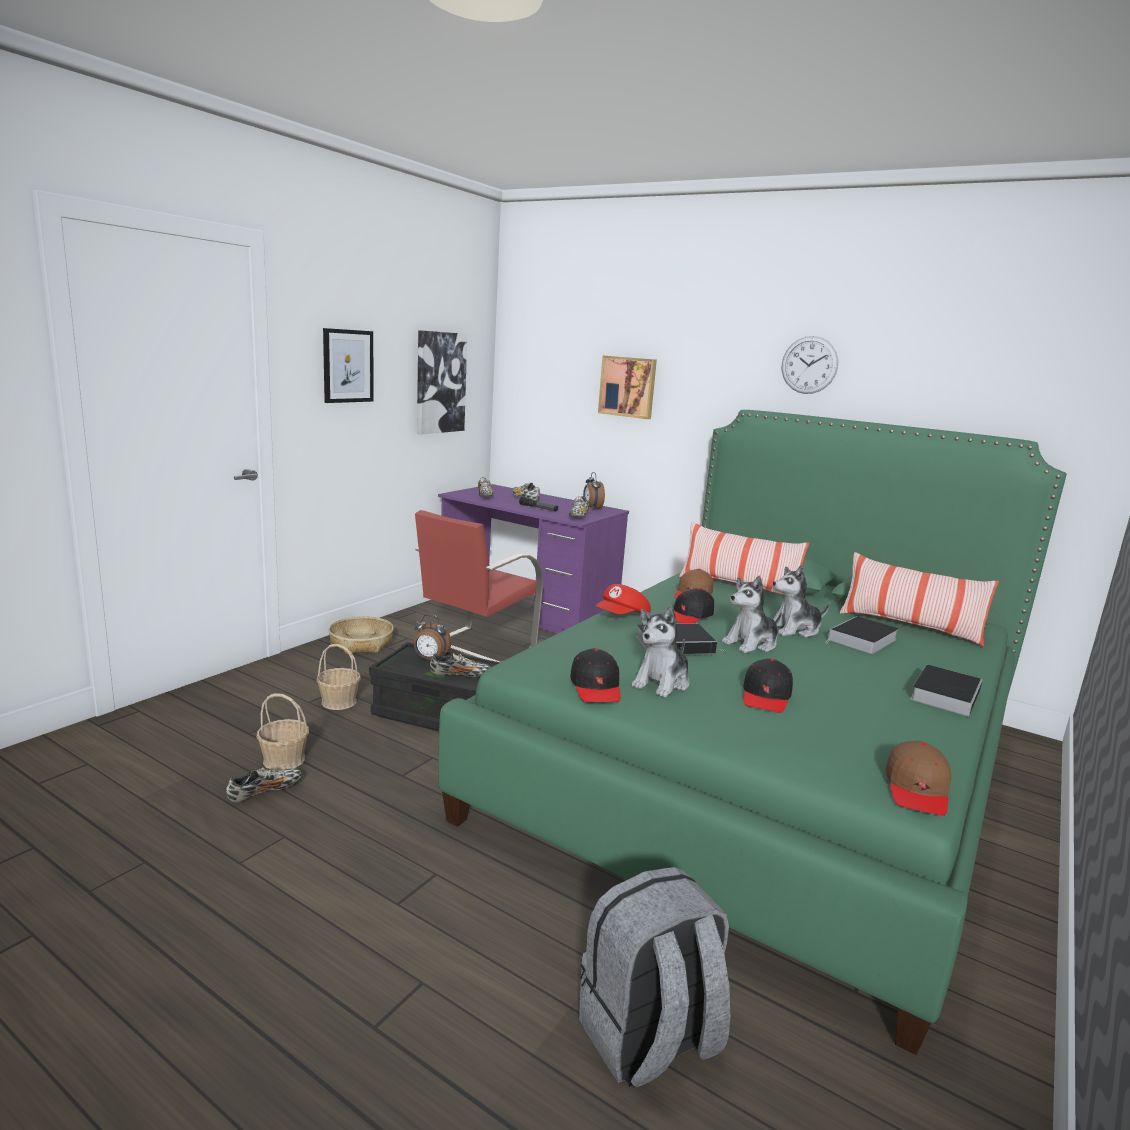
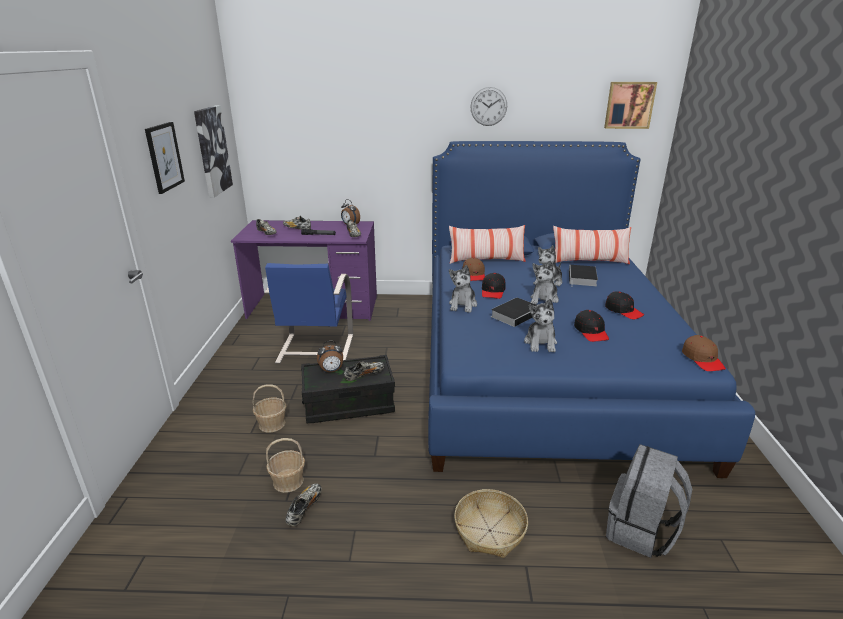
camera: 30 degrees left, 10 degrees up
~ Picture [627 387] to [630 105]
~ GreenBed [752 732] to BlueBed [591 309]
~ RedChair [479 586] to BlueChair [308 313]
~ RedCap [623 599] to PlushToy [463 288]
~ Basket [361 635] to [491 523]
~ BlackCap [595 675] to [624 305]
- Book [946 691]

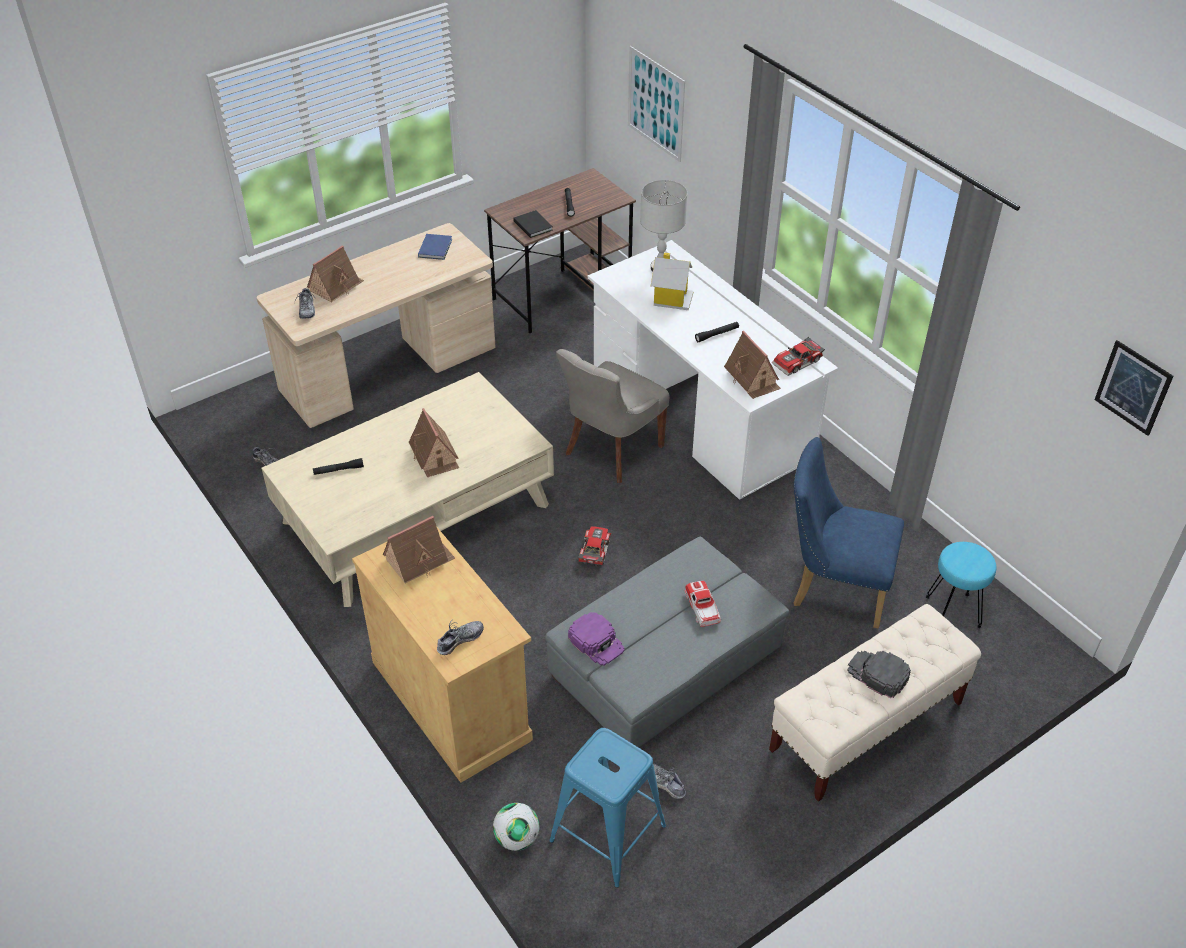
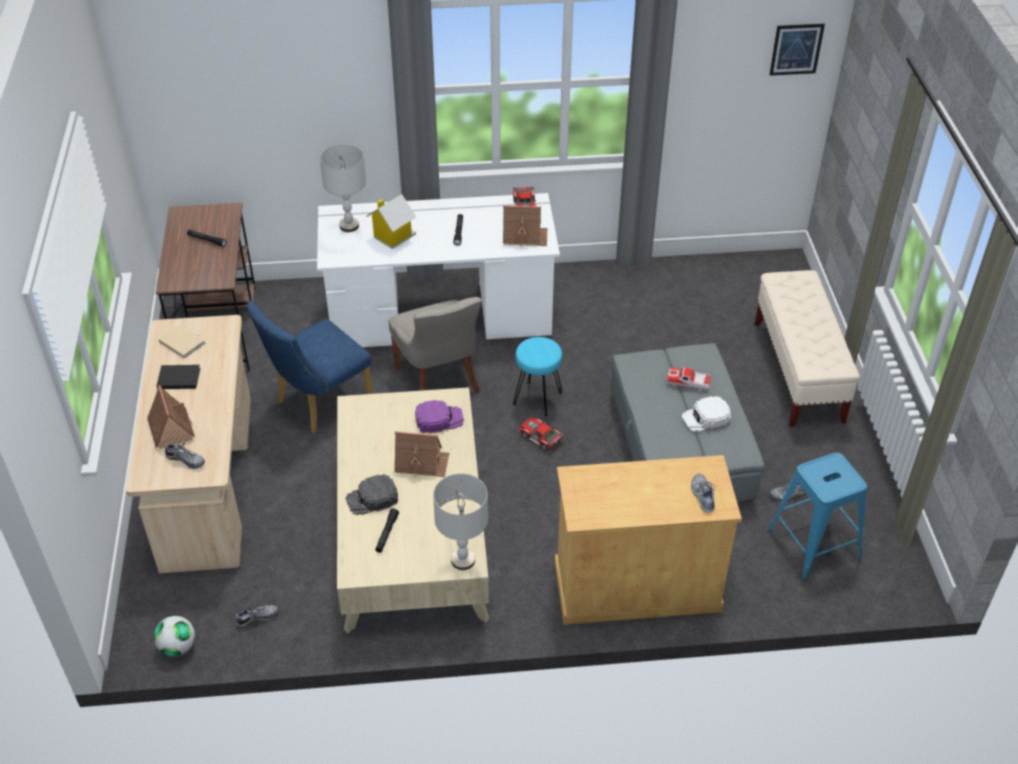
camera: 60 degrees left, 0 degrees up
- Picture [656 104]
~ BlackBook [533 224] to [178 377]
~ BlueBook [435 247] to BeigeBook [182 341]
~ BlueChair [849 533] to [310 367]
- ToyHouse [419 550]
~ TurquoiseStool [961 585] to [537 376]
~ PurpleCap [596 639] to [439 416]
~ BlackCap [879 674] to [371 494]
~ Football [516 827] to [174 636]
+ WhiteCap [706 414]
+ GreyTableLamp [460 521]

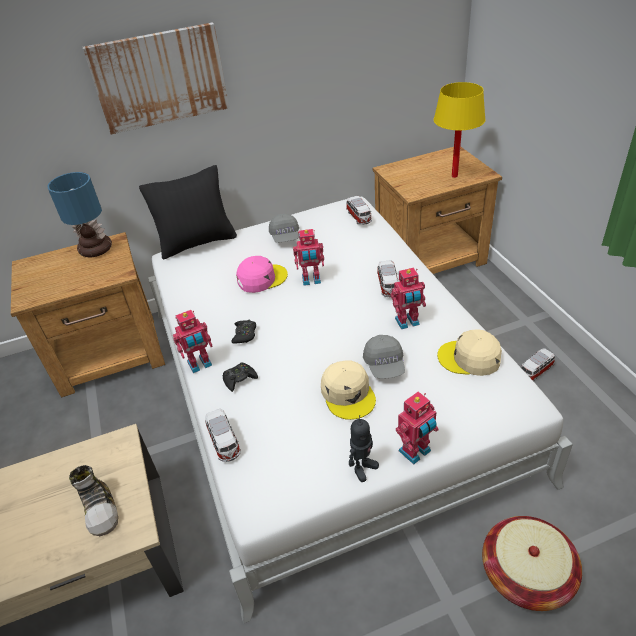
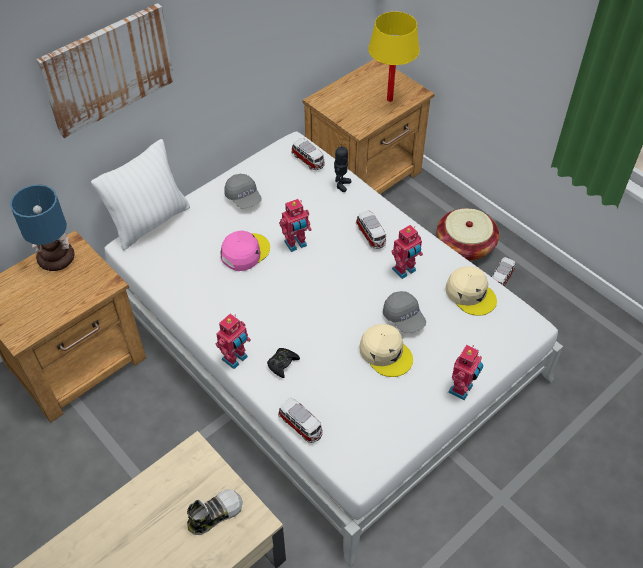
camera: 25 degrees left, 10 degrees up
~ BlackPillow [188 212] to WhitePillow [140 195]
- BlackGameController [243 331]
~ BeigeCap [469 352] = [471 291] 120 degrees counterclockwise
~ ToyRobot [364 448] to [342 169]
~ Shoe [93 500] = [215 512] 75 degrees counterclockwise
~ Basket [532 563] to [468 234]

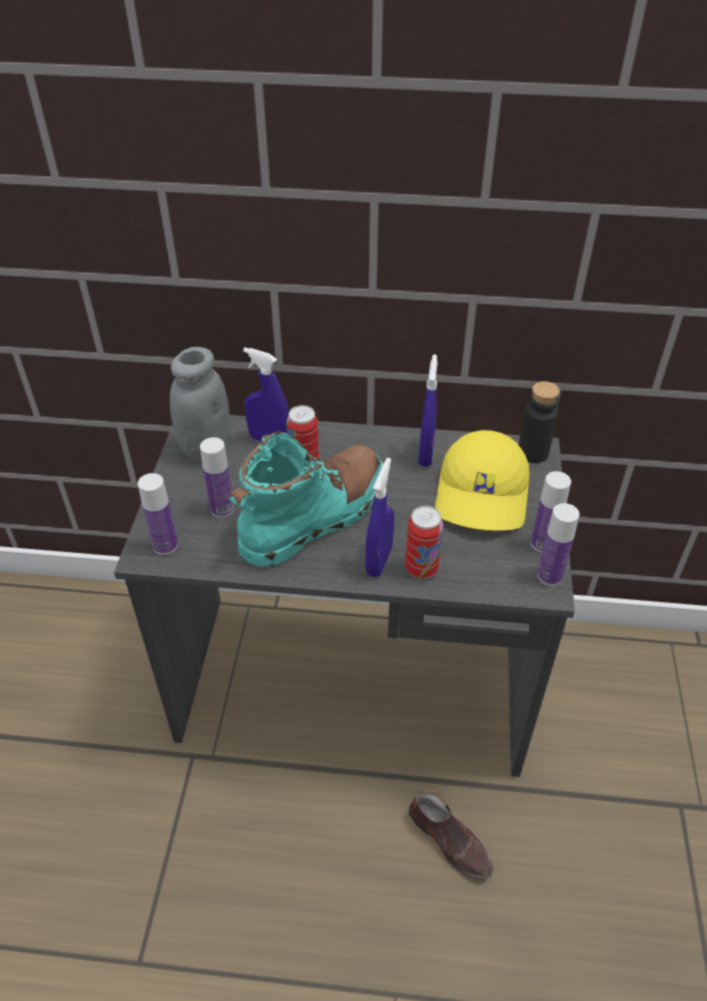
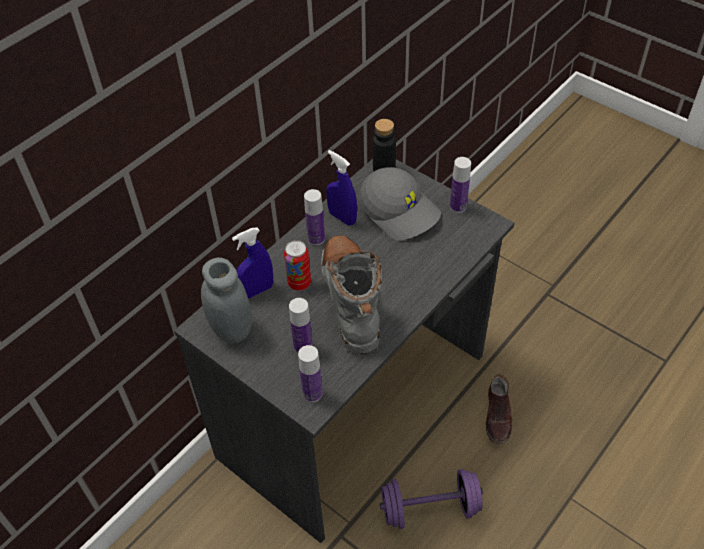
camera: 55 degrees left, 5 degrees up
~ YellowCap [482 480] to GreyCap [400 204]
~ TurquoiseBoot [305 499] to GreyBoot [351 295]
- BlueSprayBottle [379 517]
~ Bottle [558 544] to [314 217]
- Can [424 542]
~ BrownShoe [451 835] = [499 409] 105 degrees clockwise
+ PurpleDumbbell [431 499]

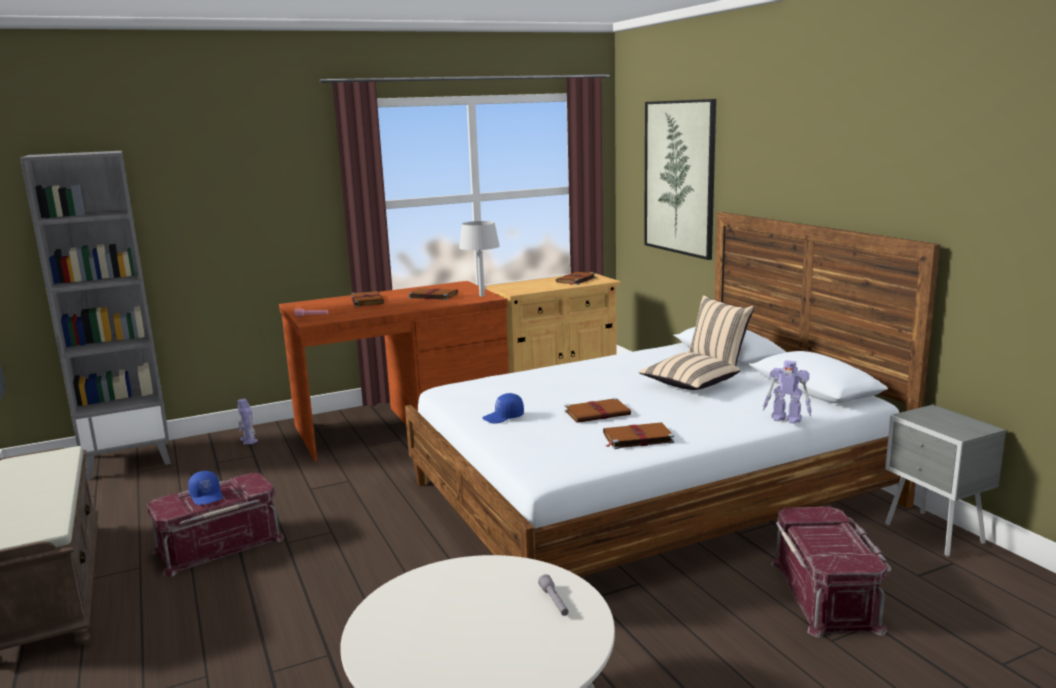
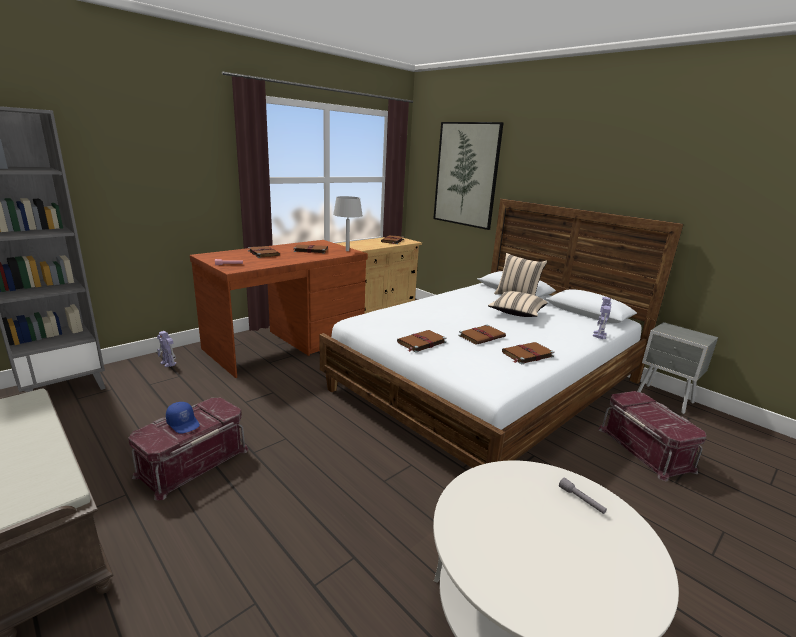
camera: 20 degrees left, 5 degrees up
~ ToyRobot [787 392] = [602 318] 105 degrees clockwise
~ BlueCap [503 408] to BrownBook [422 341]

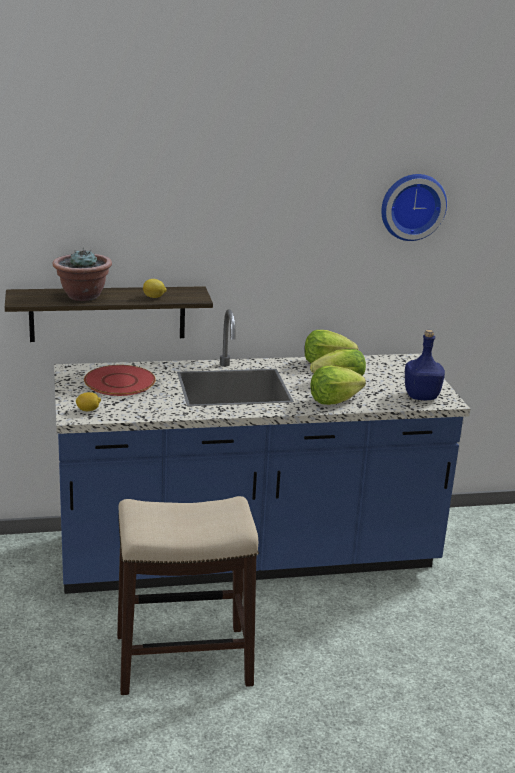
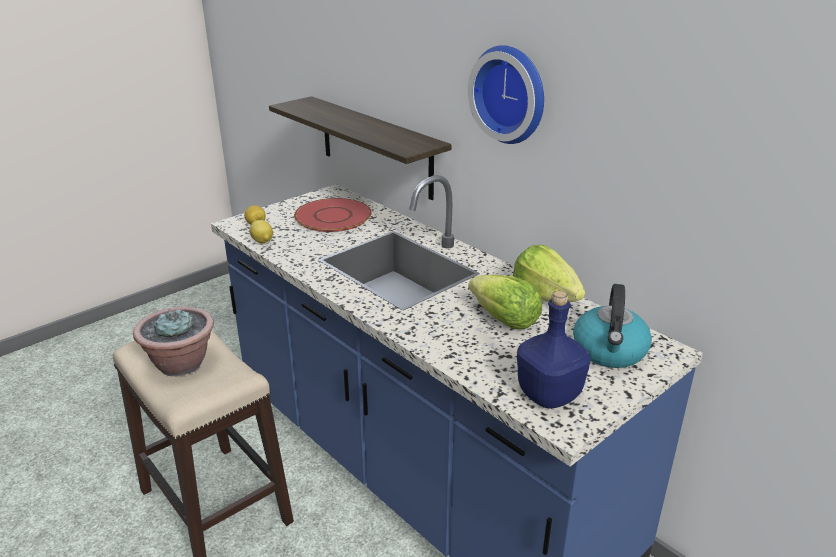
camera: 60 degrees right, 5 degrees up
~ WallClock [414 207] to [506 94]
~ PottedPlant [82 274] to [173 341]
~ Lemon [155 288] to [261 231]
- Lettuce [338 385]
+ Kettle [612 326]

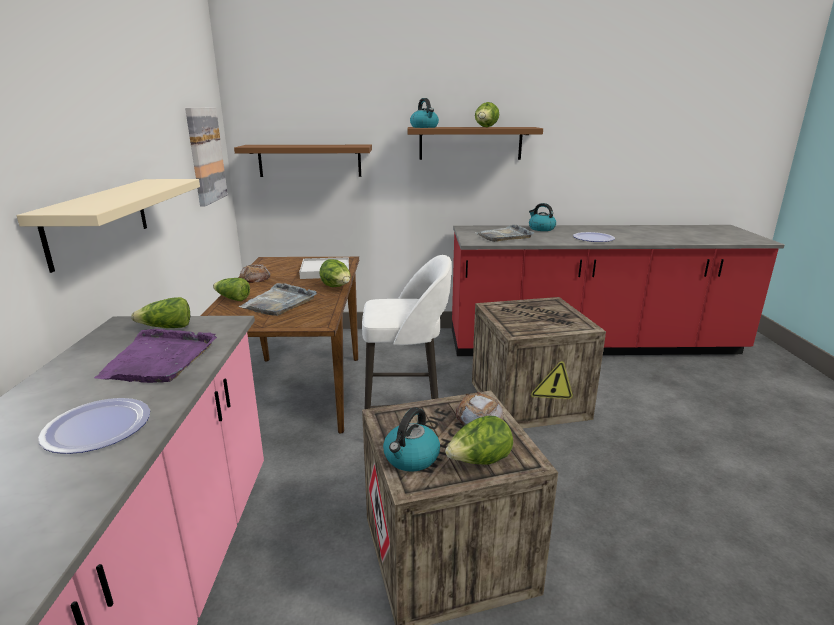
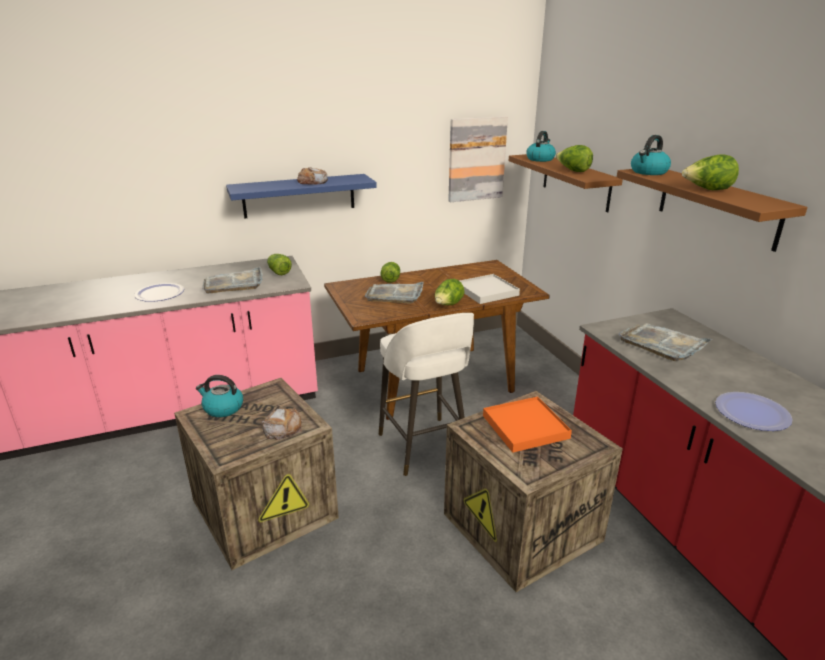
camera: 70 degrees right, 5 degrees up
~ BeigeShelf [108 226] to BlueShelf [301 196]
~ Kettle [542 217] to [541 146]
~ Bread [255 273] to [312 176]
~ PurpleTray [155 356] to GreyTray [232 279]
~ Lettuce [479 440] to [574 158]
+ OrangeTray [527 424]

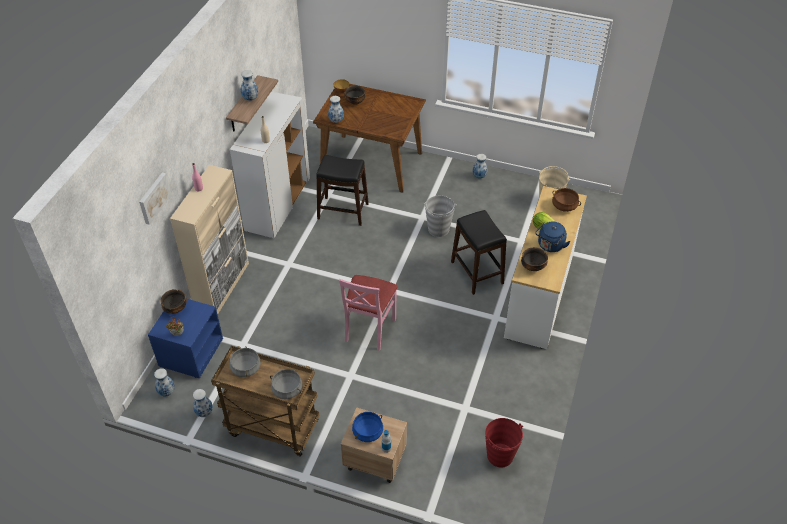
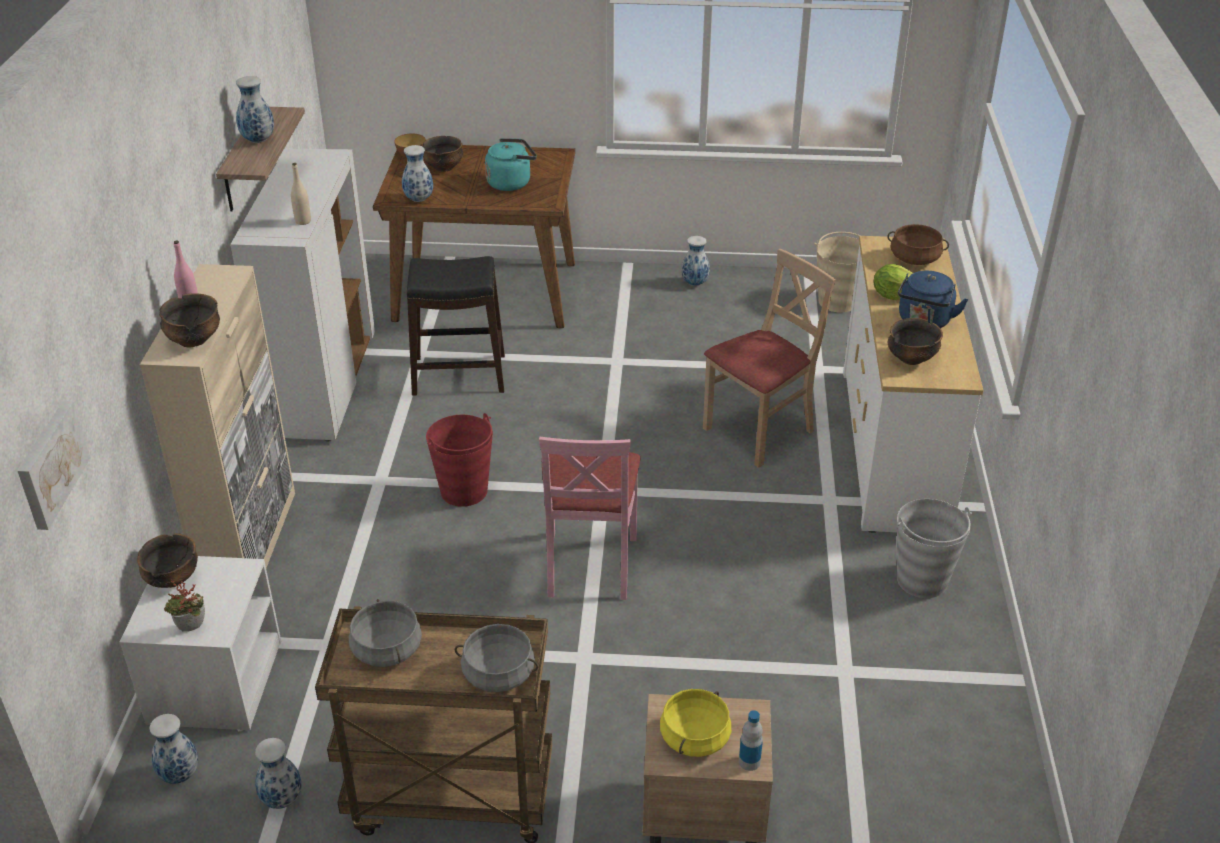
camera: 15 degrees left, 10 degrees down
~ Picture [155 198] to [54 465]
~ GreyBucket [440 216] to [935 548]
~ BlackStool [479 252] to BeigeChair [769 358]
~ BlueNightstand [185 338] to WhiteNightstand [200 644]
~ BlueCookingPot [367 427] to YellowCookingPot [695 723]
~ RedBucket [504 443] to [459 460]
+ TurquoiseKettle [511 164]
+ Bowl [189 320]

